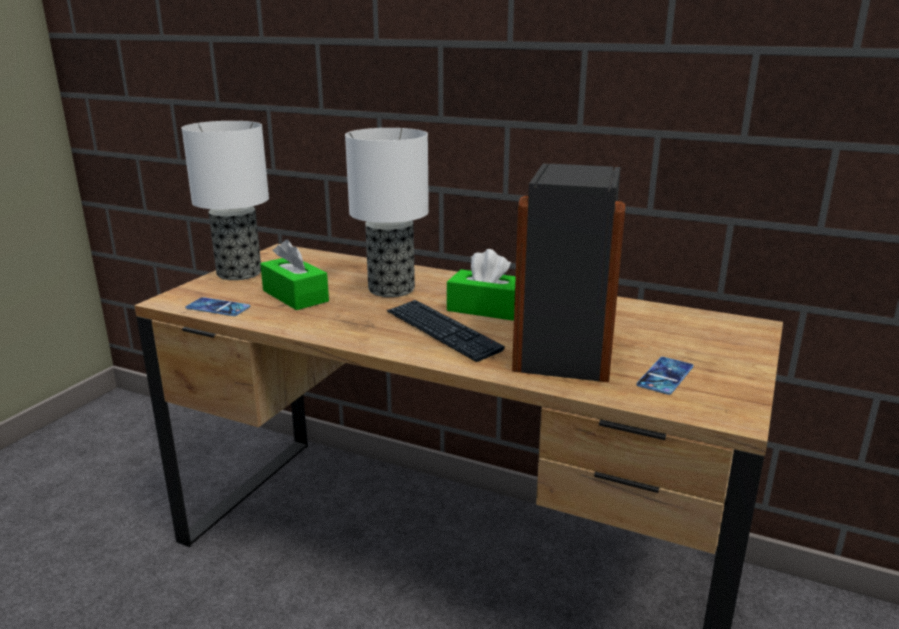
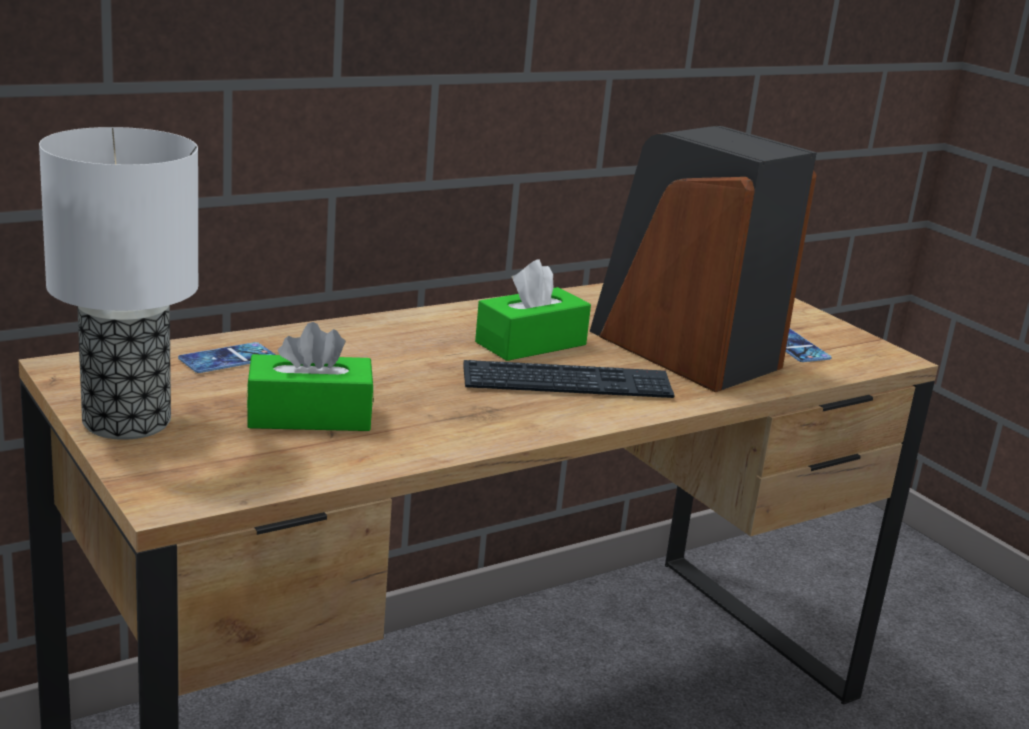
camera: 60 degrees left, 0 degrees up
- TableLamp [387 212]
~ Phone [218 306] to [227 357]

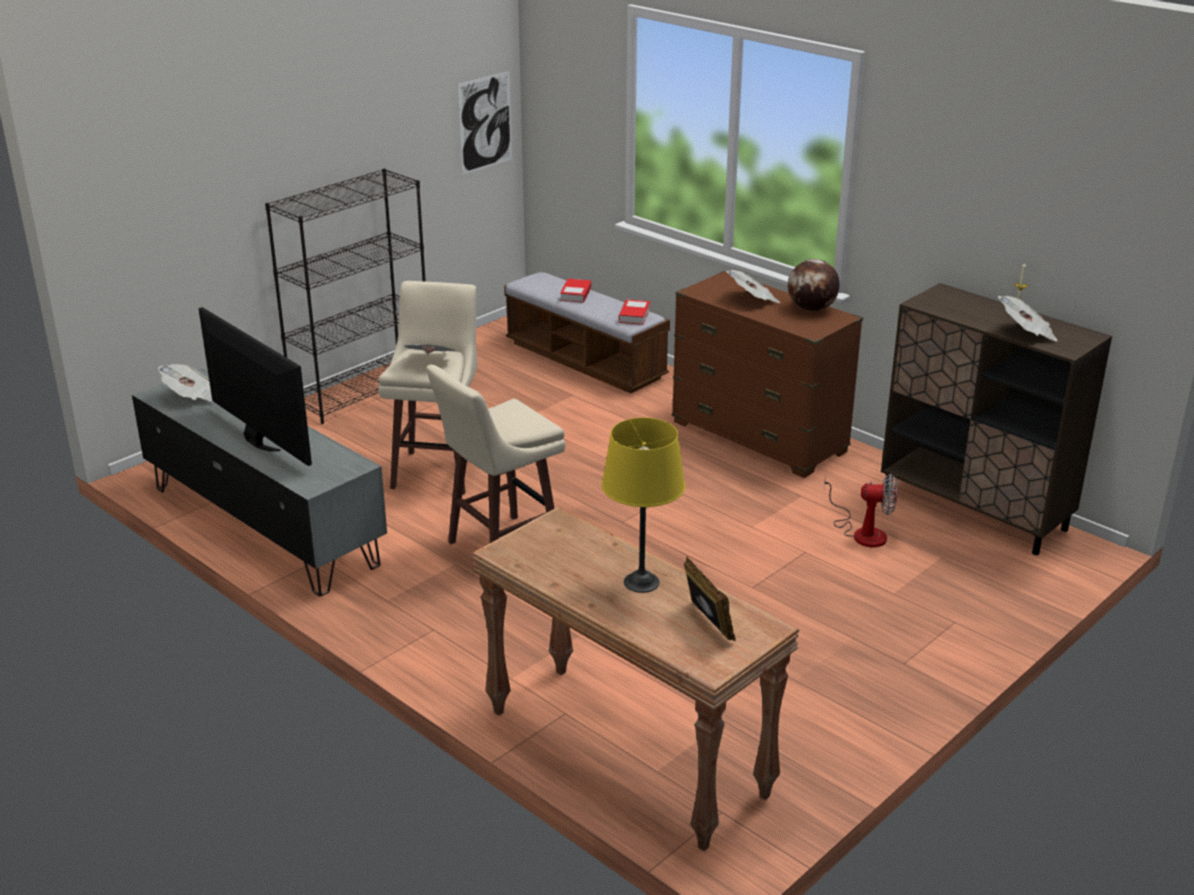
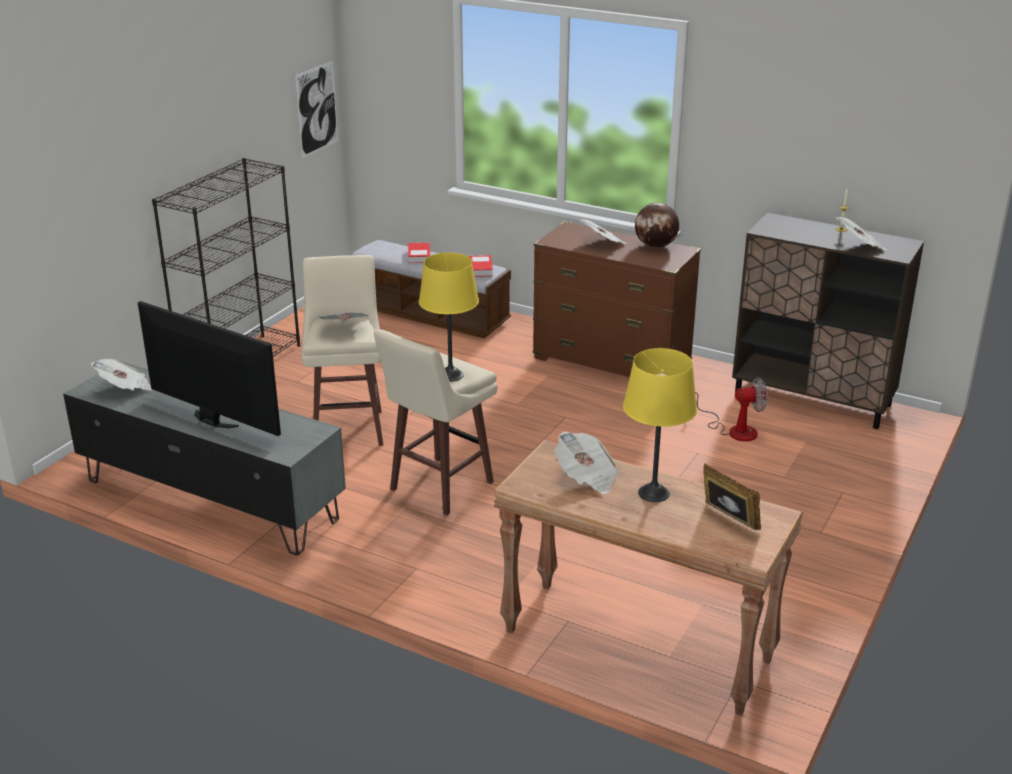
camera: 15 degrees left, 0 degrees up
+ YellowTableLamp [449 317]
+ Newspaper [587 462]

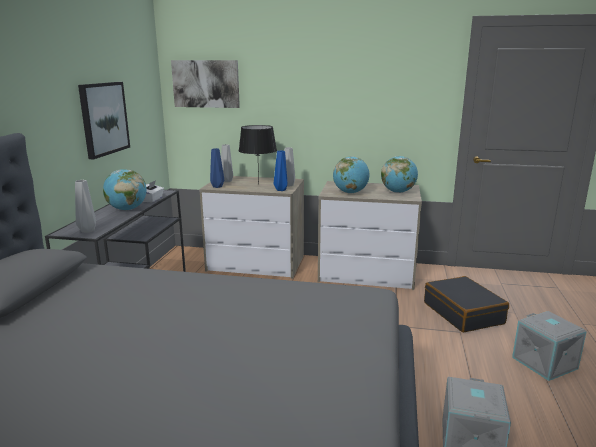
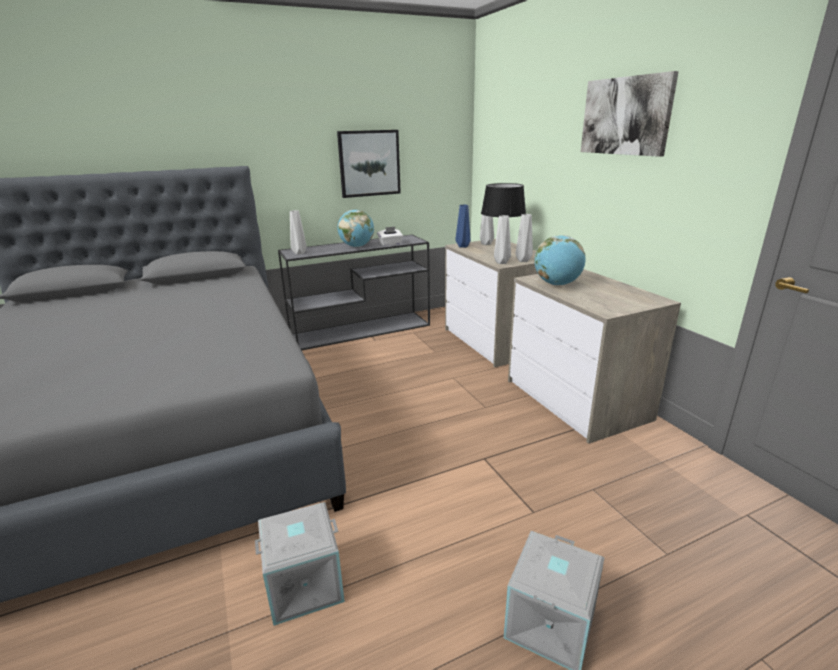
camera: 55 degrees right, 5 degrees up
~ Picture [205 84] to [630 114]
~ BlueVase [280 171] to GreyVase [502 239]
- Globe [399 174]
- BlackSuitcase [466 304]

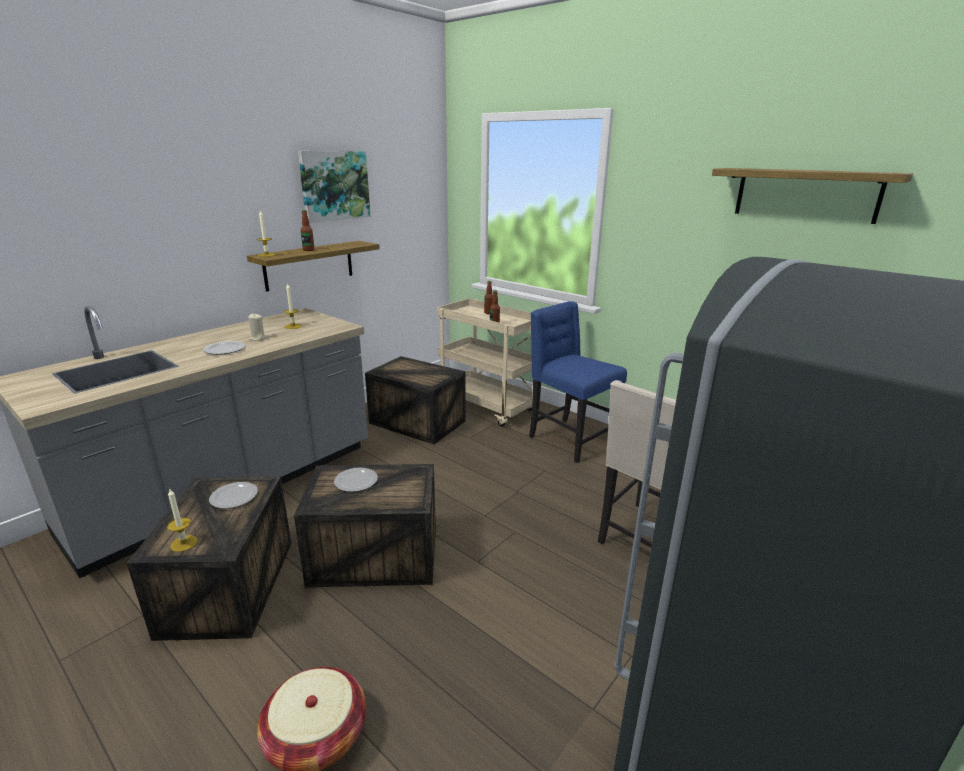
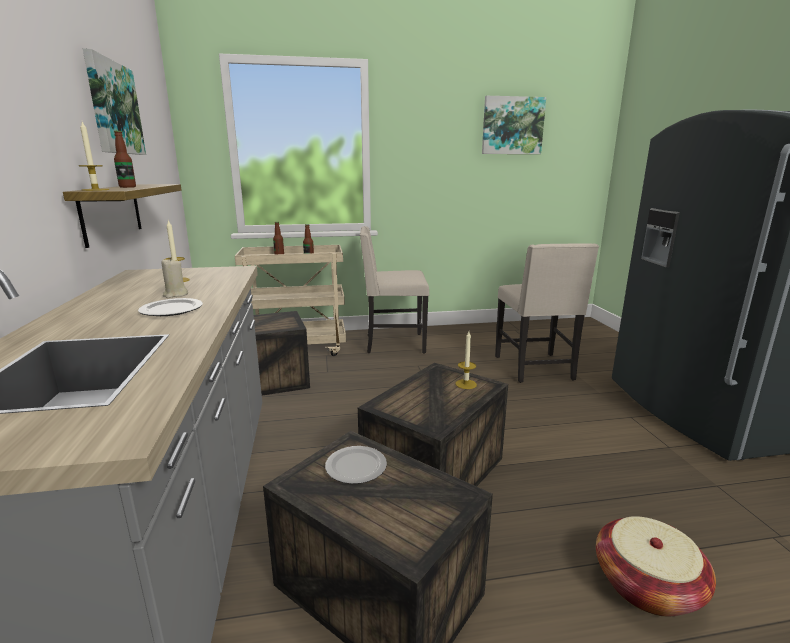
camera: 50 degrees left, 5 degrees down
~ Shelf [812 196] to Picture [514 125]
~ BlueChair [578 382] to BeigeChair [394 290]
- Plate [356 479]
~ Candle [182 520] to [466 360]

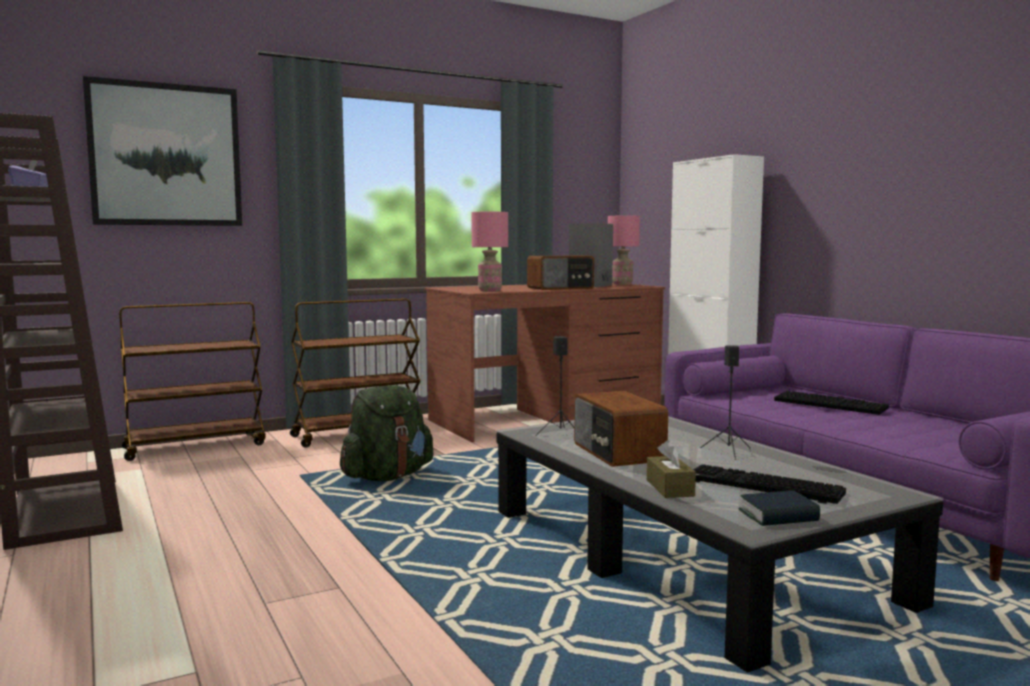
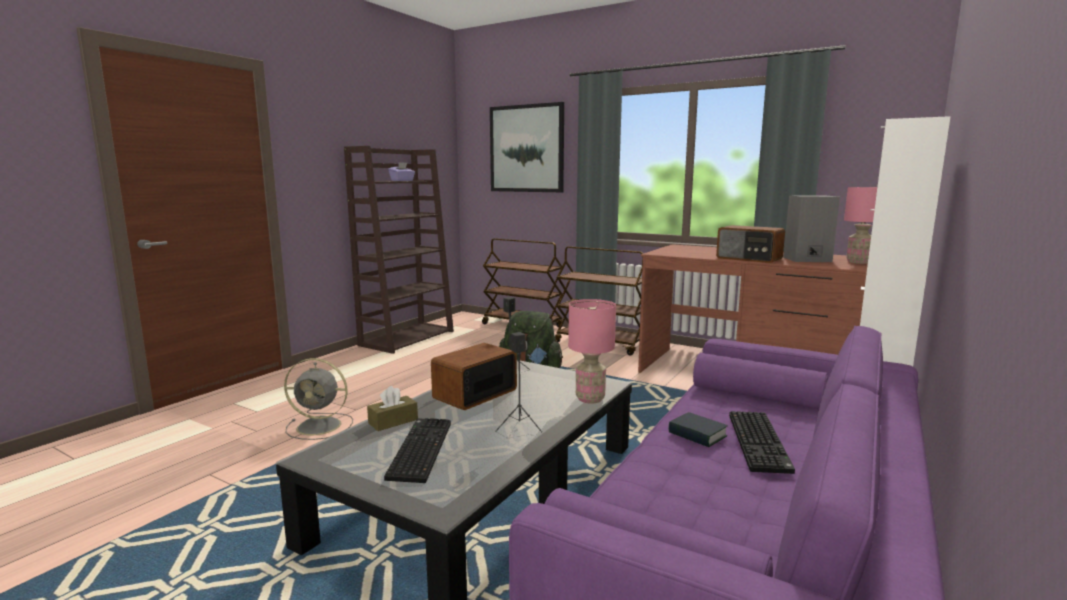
camera: 60 degrees right, 5 degrees up
~ PinkTableLamp [489 252] to [592 351]
~ Book [779 508] to [698 429]
+ GreyFan [318 399]

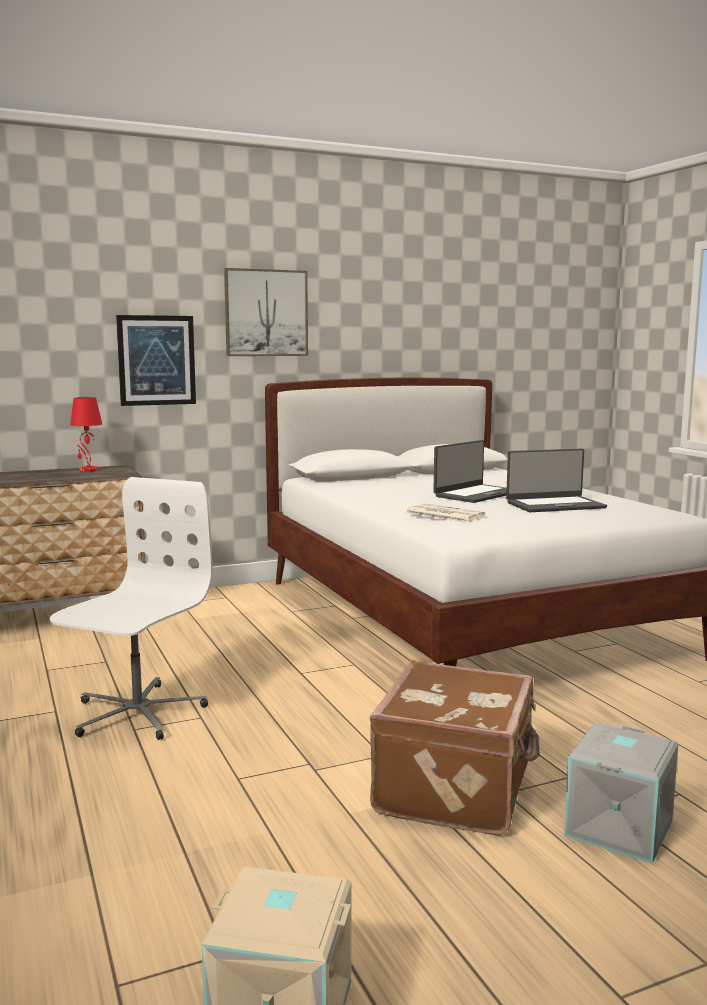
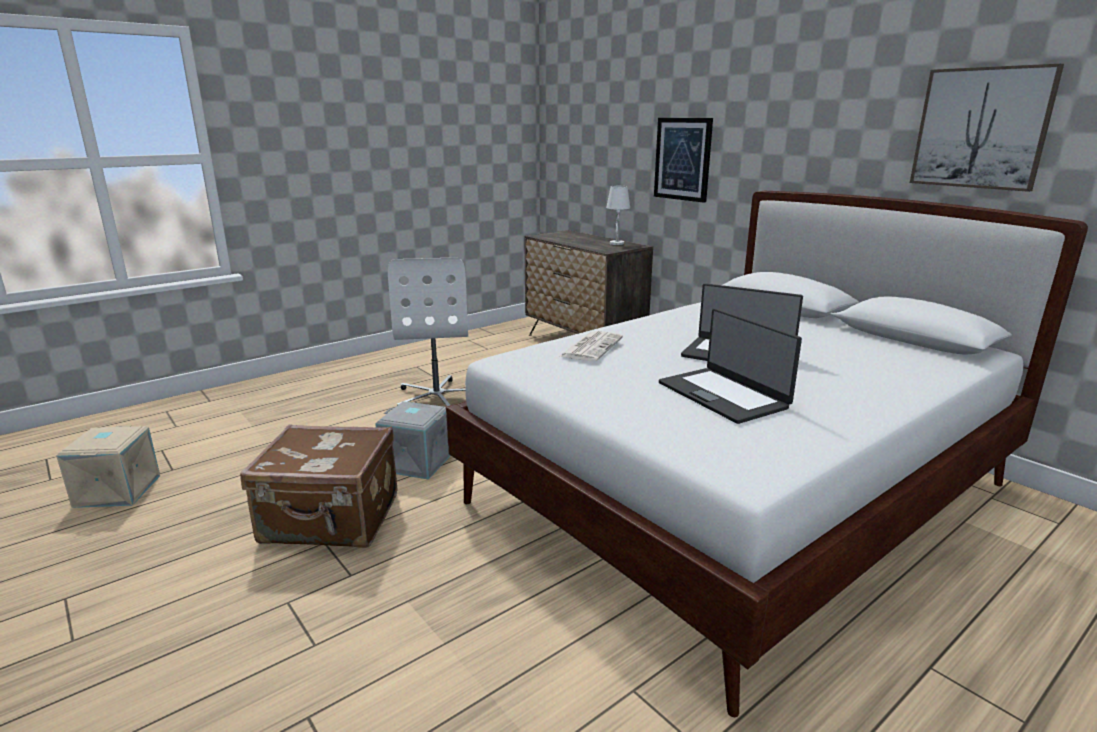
camera: 75 degrees right, 10 degrees up
~ Picture [266 312] to [987 128]
~ RedTableLamp [86 434] to WhiteTableLamp [618 215]
~ WhiteOfficeChair [131 608] = [428 331] 75 degrees clockwise
~ GreyStorageBox [621 793] to [413 440]

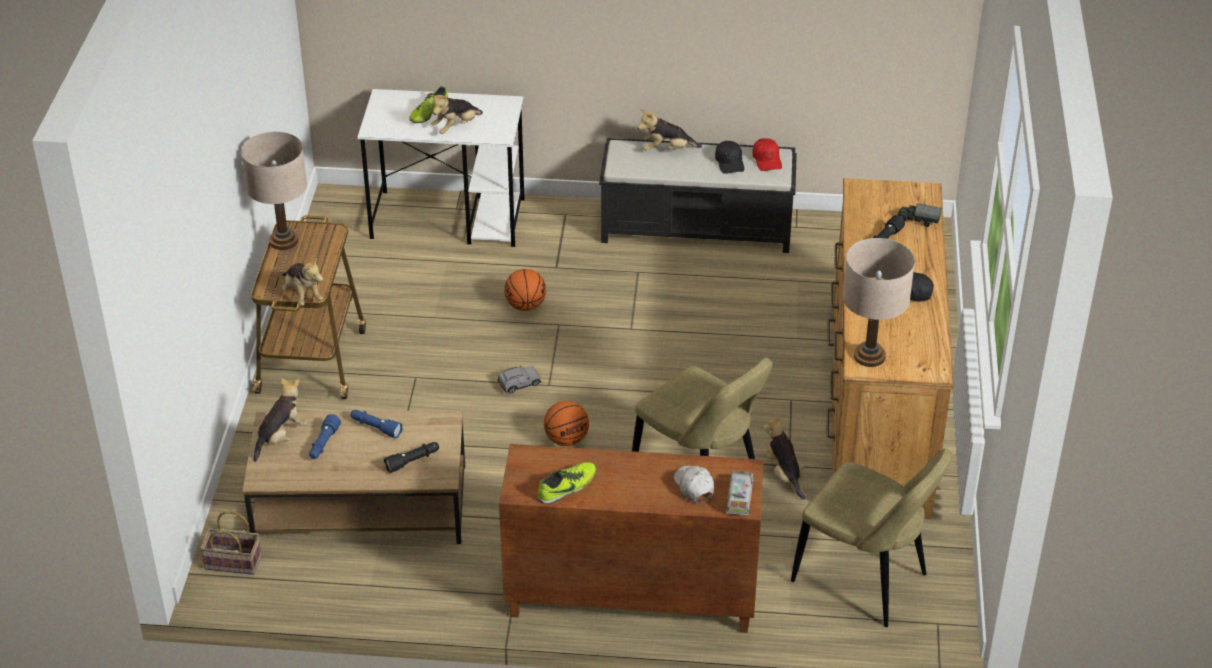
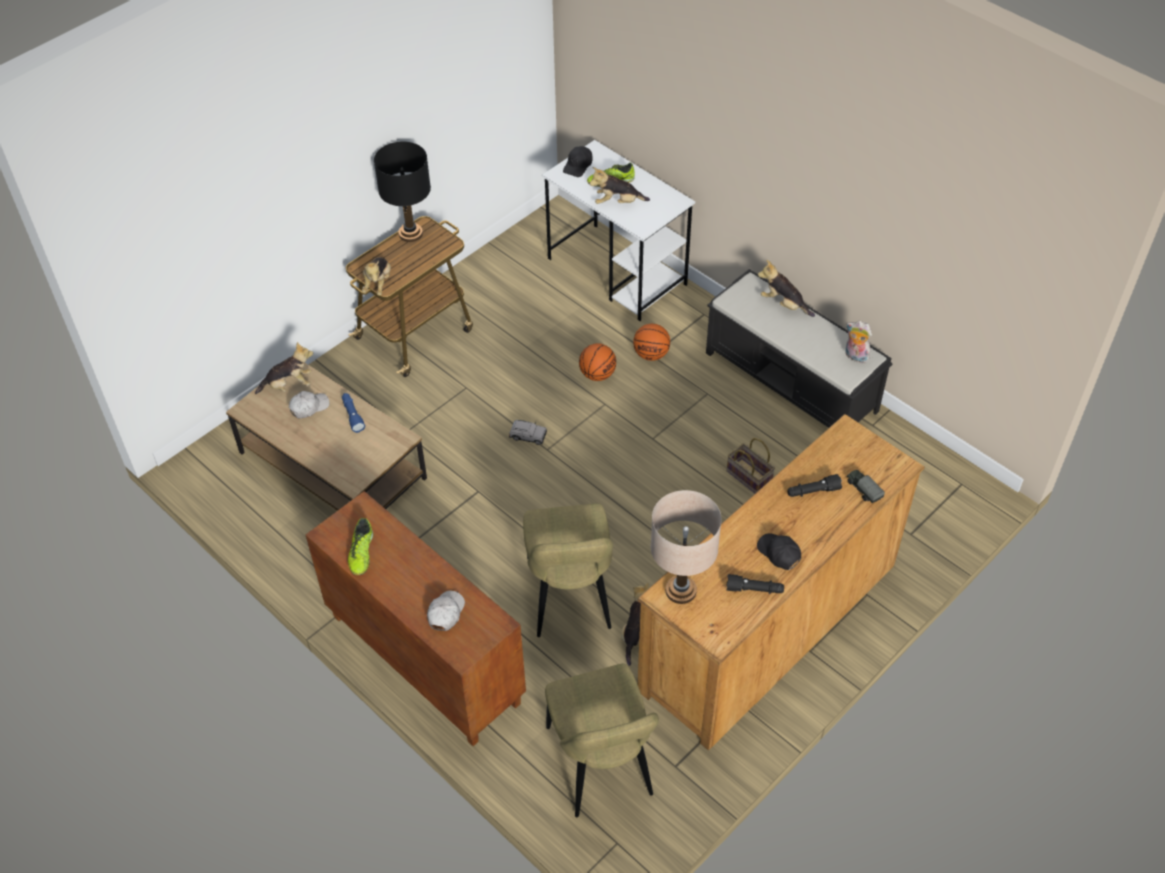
camera: 40 degrees right, 10 degrees up
~ BeigeTableLamp [274 191] to BlackTableLamp [402 191]
~ RedCap [767 154] to PlushToy [858 342]
~ BlackCap [729 157] to [578 161]
~ Basketball [566 423] to [651 342]
~ BlueFlashlight [325 436] to WhiteCap [309 404]
~ BlackFlashlight [411 457] to [755 584]
~ Shoe [567 483] = [360 546] 90 degrees clockwise
- ToyTruck [740 493]
~ Basket [231 543] to [751 465]

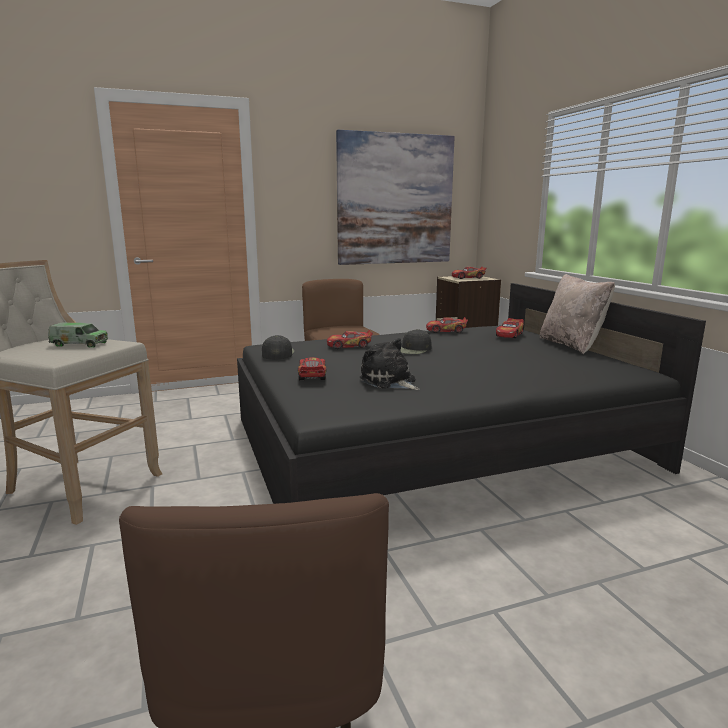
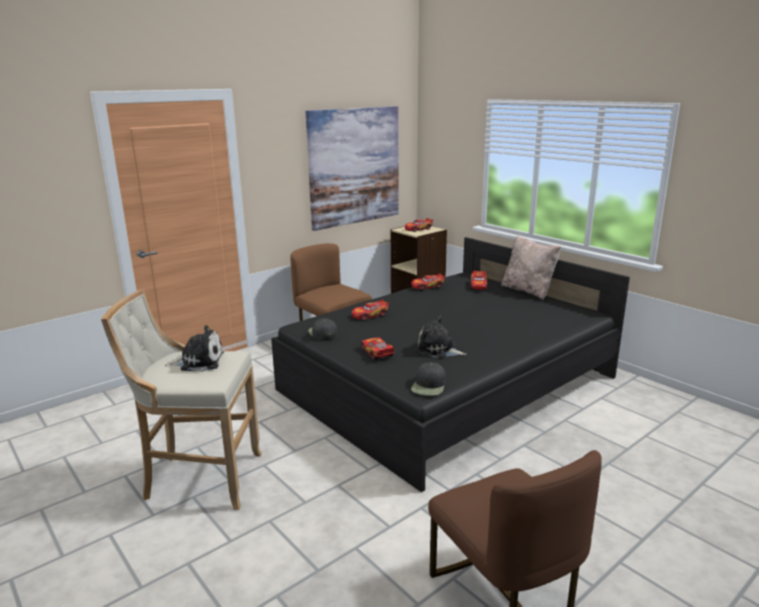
camera: 20 degrees left, 5 degrees up
~ ToyTruck [78 334] to PlushToy [194 348]
~ BlackCap [416 341] to [428 379]

